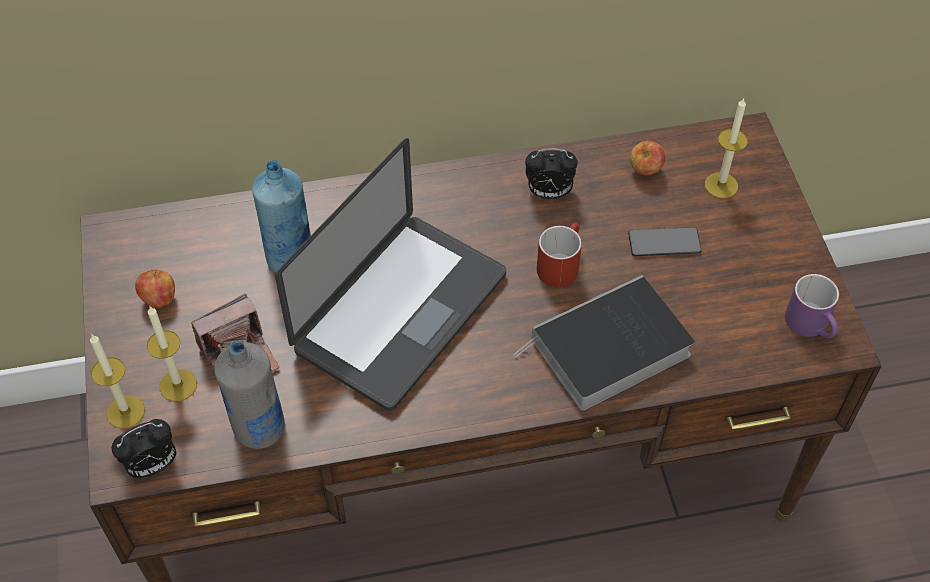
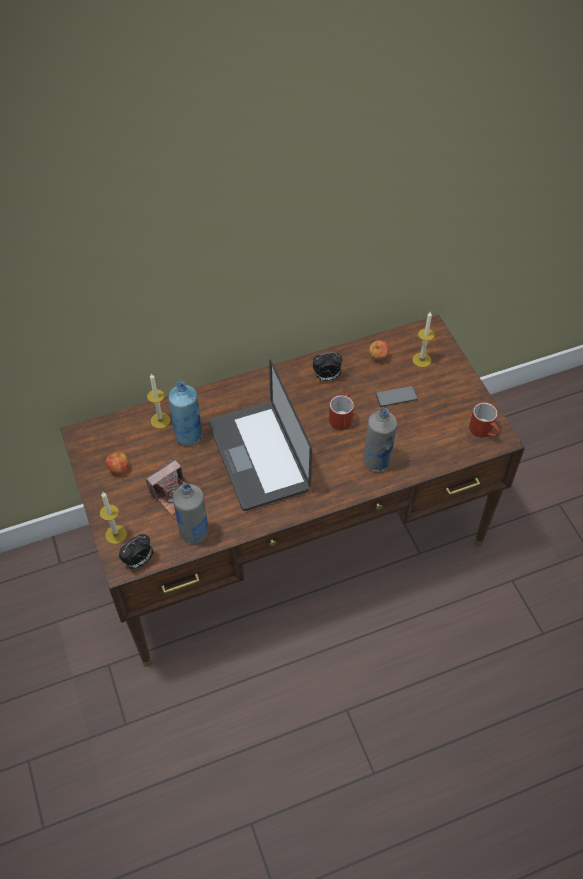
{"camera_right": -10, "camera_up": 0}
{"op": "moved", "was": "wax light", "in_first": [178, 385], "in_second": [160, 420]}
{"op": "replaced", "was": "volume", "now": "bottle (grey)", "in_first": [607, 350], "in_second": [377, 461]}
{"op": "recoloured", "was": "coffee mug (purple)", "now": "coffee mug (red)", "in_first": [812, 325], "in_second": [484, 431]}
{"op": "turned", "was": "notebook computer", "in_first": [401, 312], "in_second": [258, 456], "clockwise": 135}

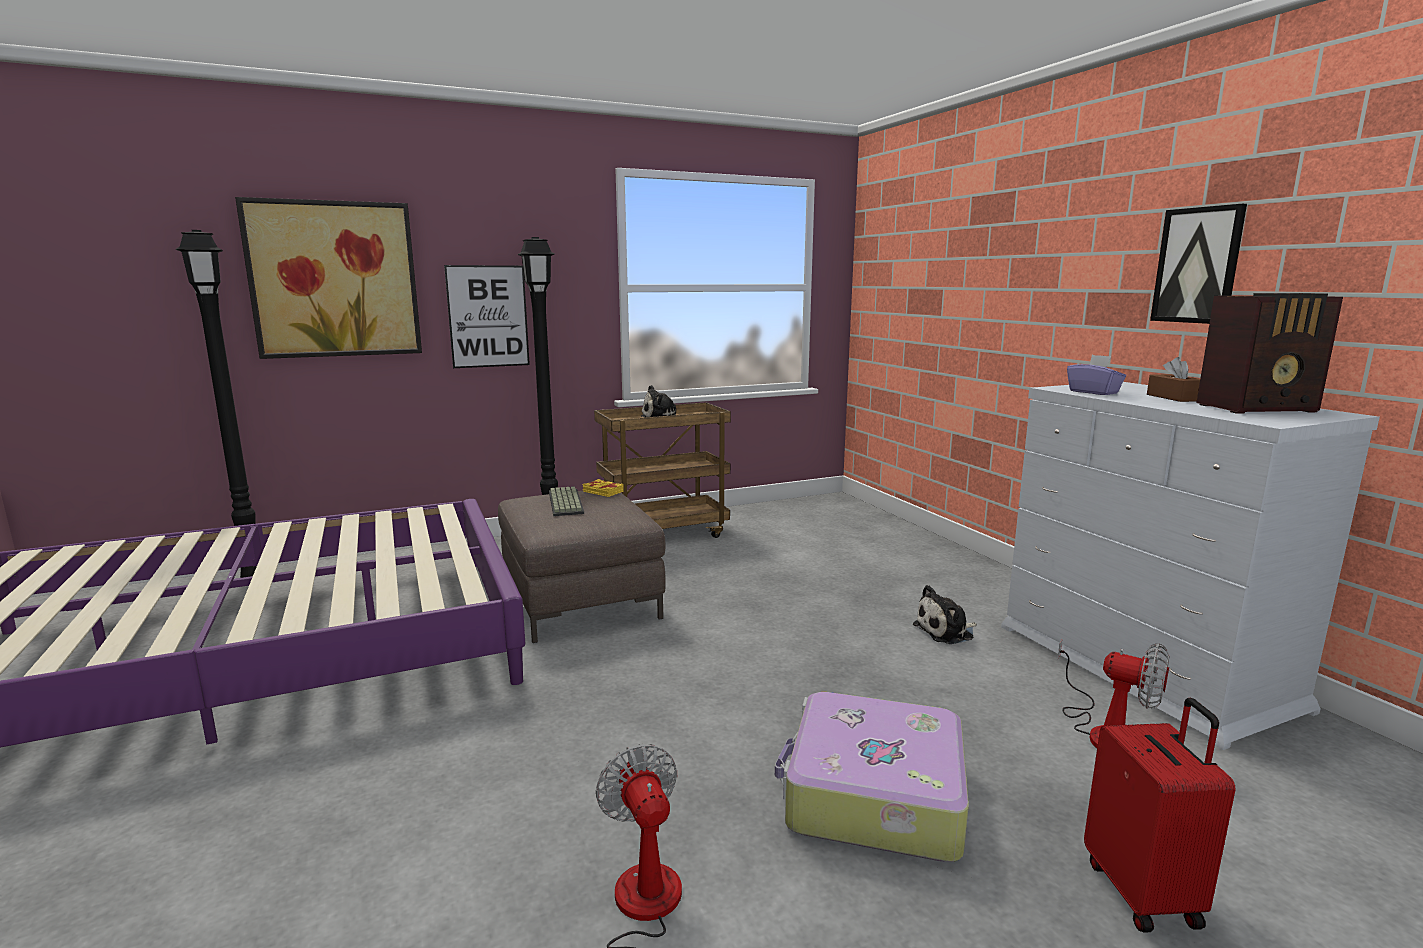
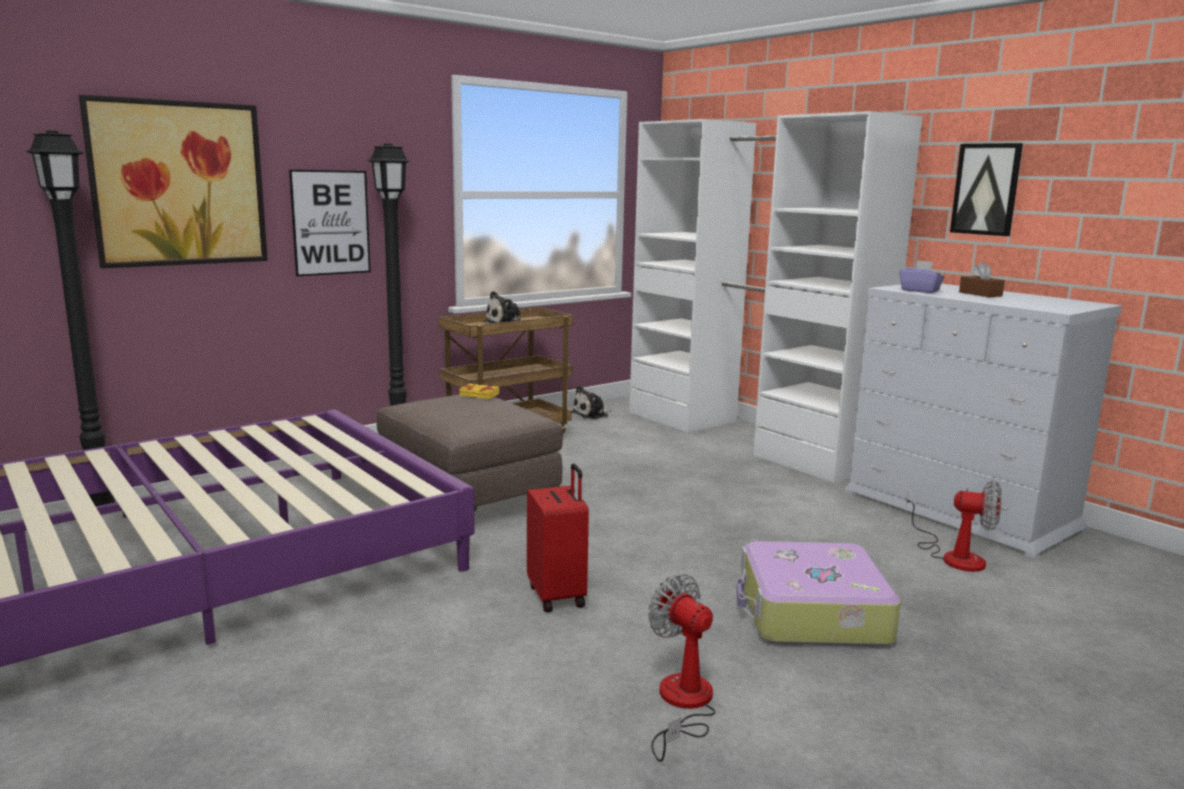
{"camera_right": -15, "camera_up": 0}
{"op": "removed", "was": "computer keyboard", "in_first": [564, 502]}
{"op": "removed", "was": "radio receiver", "in_first": [1259, 408]}
{"op": "added", "now": "wardrobe (white-coloured)", "in_second": [745, 437]}
{"op": "moved", "was": "plush toy", "in_first": [946, 631], "in_second": [592, 414]}
{"op": "moved", "was": "suitcase (red)", "in_first": [1144, 892], "in_second": [558, 596]}

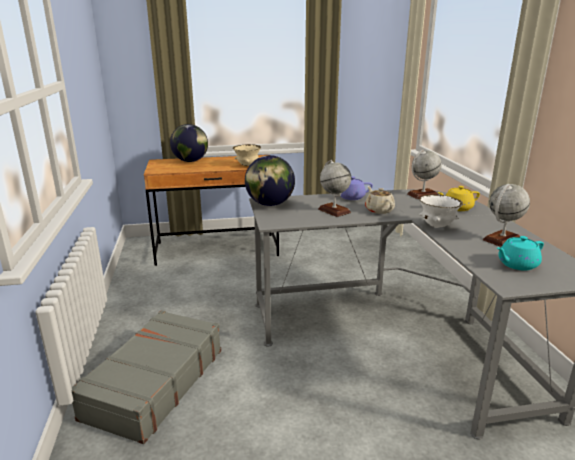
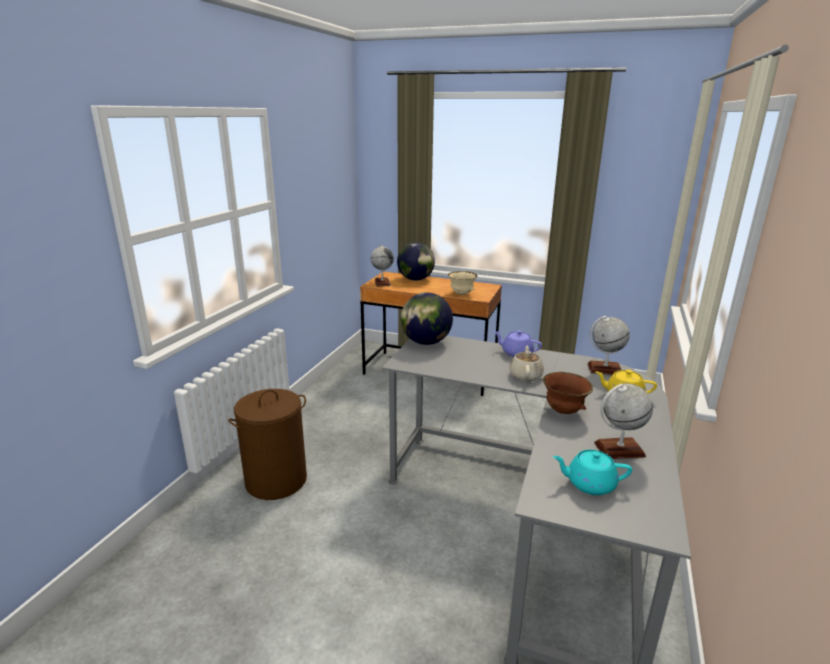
{"camera_right": 30, "camera_up": 0}
{"op": "moved", "was": "world globe", "in_first": [334, 211], "in_second": [382, 283]}
{"op": "replaced", "was": "suitcase (grey)", "now": "laundry basket (brownish)", "in_first": [154, 383], "in_second": [275, 481]}
{"op": "recoloured", "was": "deep dish (white-coloured)", "now": "deep dish (brownish)", "in_first": [437, 226], "in_second": [563, 411]}

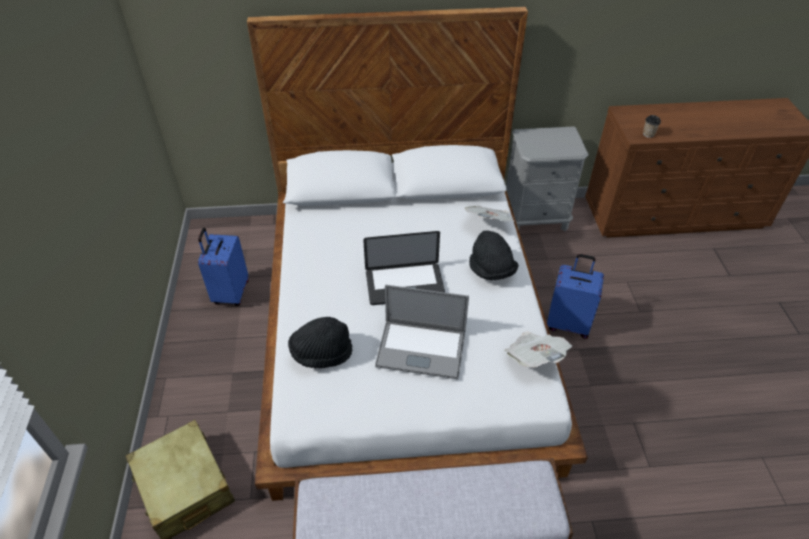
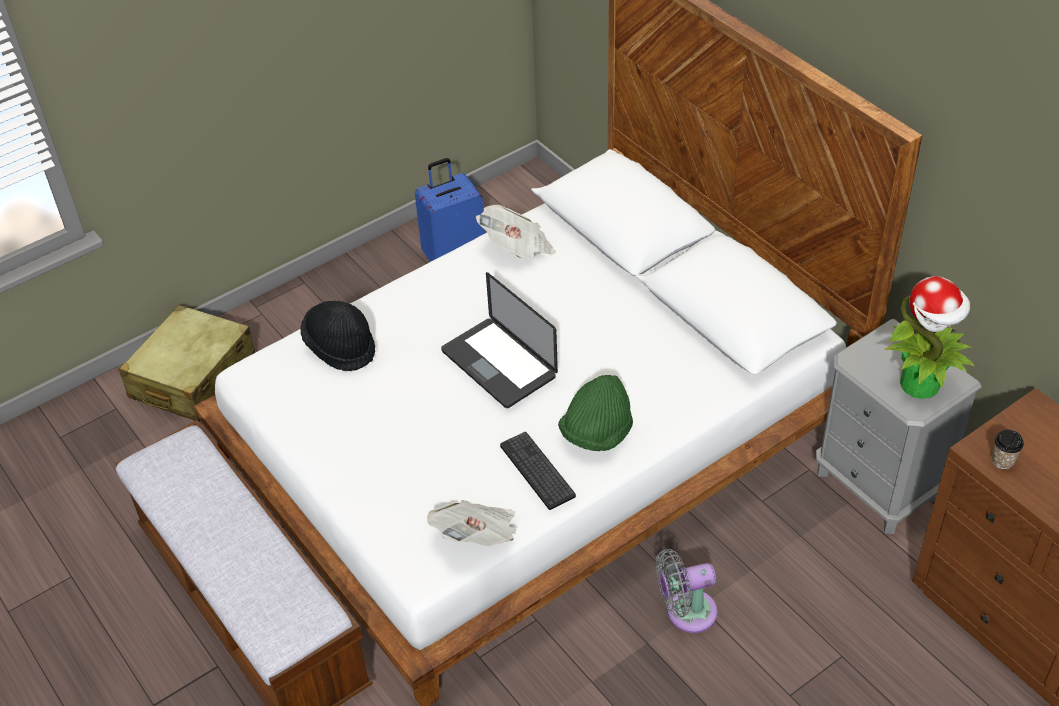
{"camera_right": 60, "camera_up": 0}
{"op": "removed", "was": "notebook computer", "in_first": [421, 349]}
{"op": "added", "now": "computer keyboard", "in_second": [537, 471]}
{"op": "added", "now": "plant in a pot", "in_second": [921, 385]}
{"op": "moved", "was": "newspaper", "in_first": [490, 223], "in_second": [517, 248]}
{"op": "replaced", "was": "suitcase (blue)", "now": "fan (grey)", "in_first": [568, 324], "in_second": [686, 613]}
{"op": "recoloured", "was": "wearable hat (black)", "now": "wearable hat (greenish)", "in_first": [491, 270], "in_second": [597, 433]}

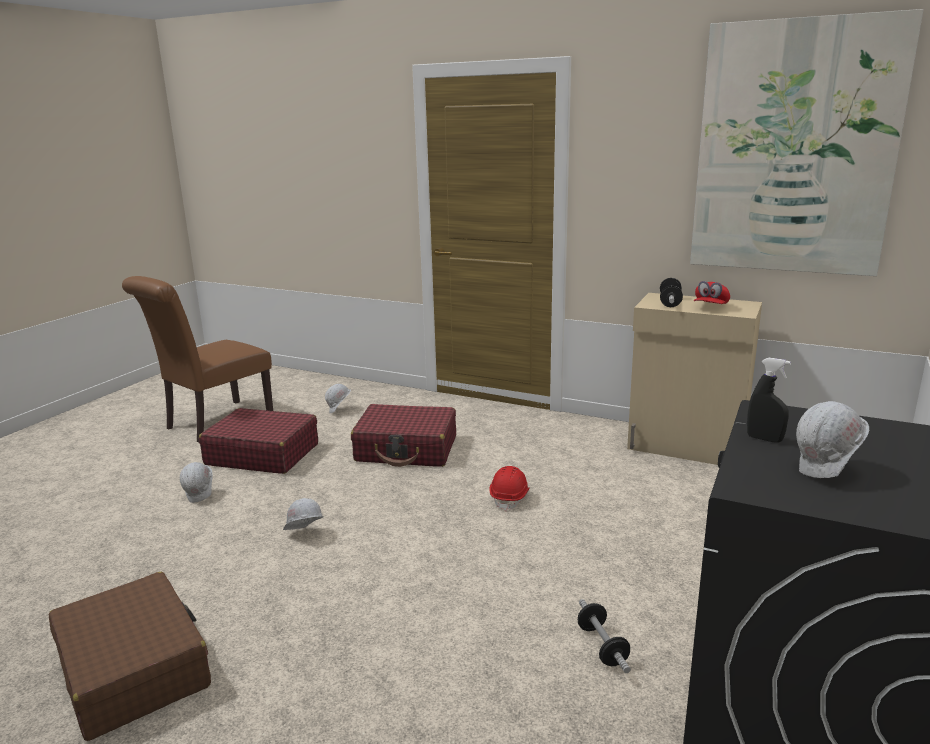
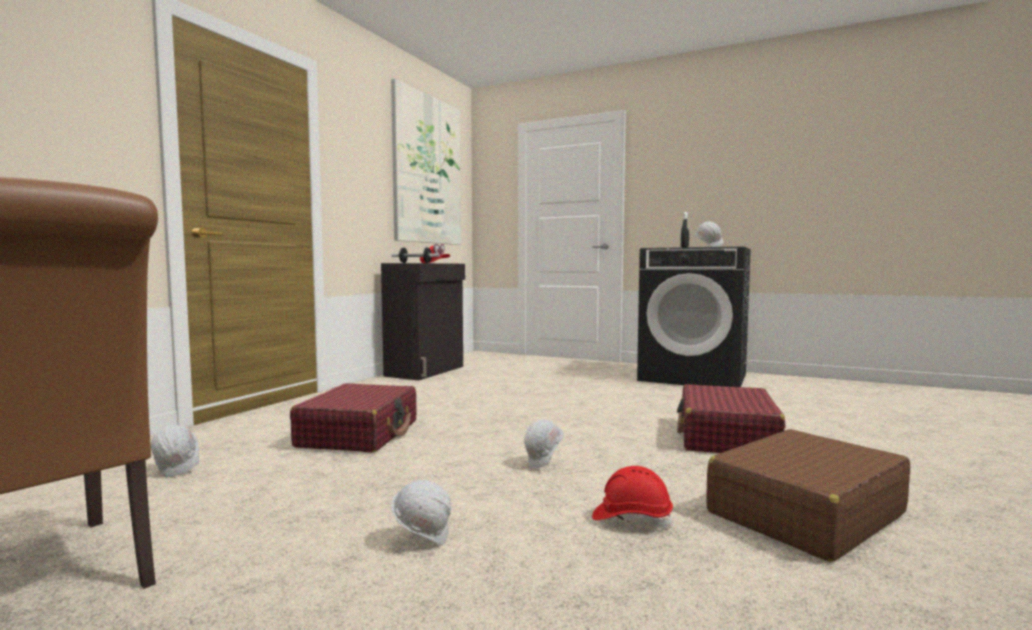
{"camera_right": -90, "camera_up": -15}
{"op": "removed", "was": "hand weight", "in_first": [602, 646]}
{"op": "moved", "was": "suitcase (red)", "in_first": [262, 454], "in_second": [726, 437]}
{"op": "moved", "was": "work helmet (red)", "in_first": [510, 497], "in_second": [631, 519]}
{"op": "recoloured", "was": "cupboard (sand-coloured)", "now": "cupboard (black)", "in_first": [686, 447], "in_second": [426, 371]}

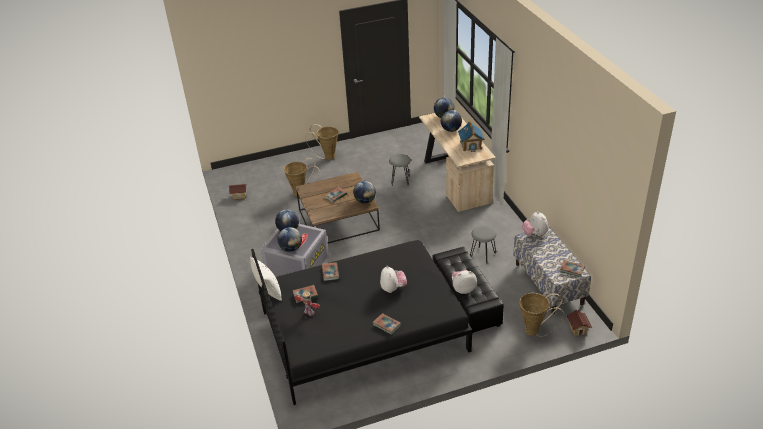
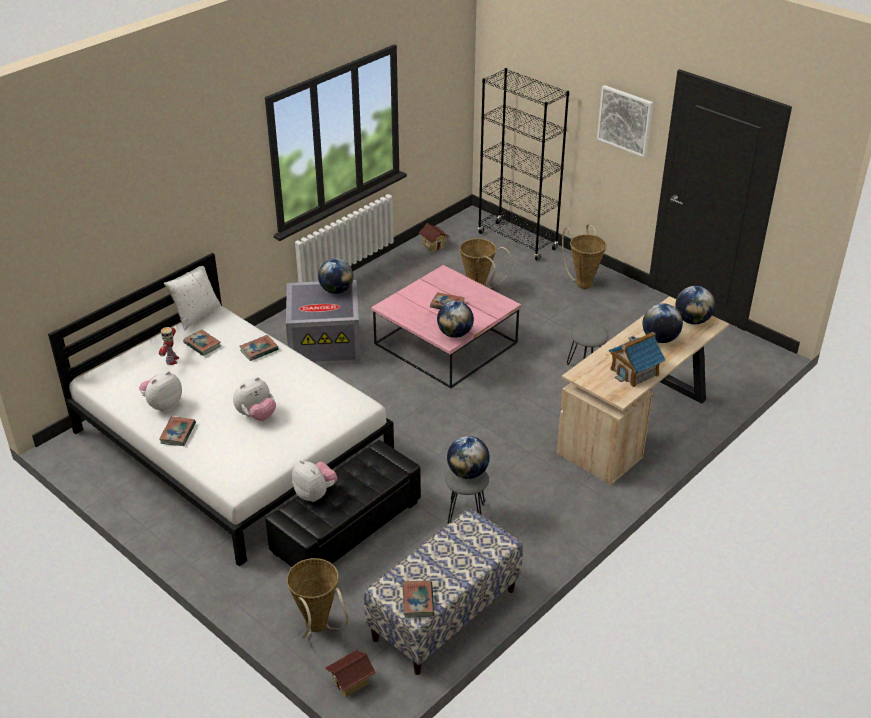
{"camera_right": 60, "camera_up": 0}
{"op": "added", "now": "bookshelf (black)", "in_second": [517, 241]}
{"op": "added", "now": "wall art", "in_second": [625, 120]}
{"op": "moved", "was": "world globe", "in_first": [291, 248], "in_second": [467, 473]}
{"op": "moved", "was": "plush toy", "in_first": [535, 234], "in_second": [163, 404]}
{"op": "recoloured", "was": "bed (black)", "now": "bed (white-coloured)", "in_first": [362, 330], "in_second": [232, 443]}
{"op": "recoloured", "was": "low table (brownish)", "now": "low table (pinkish)", "in_first": [337, 219], "in_second": [445, 342]}

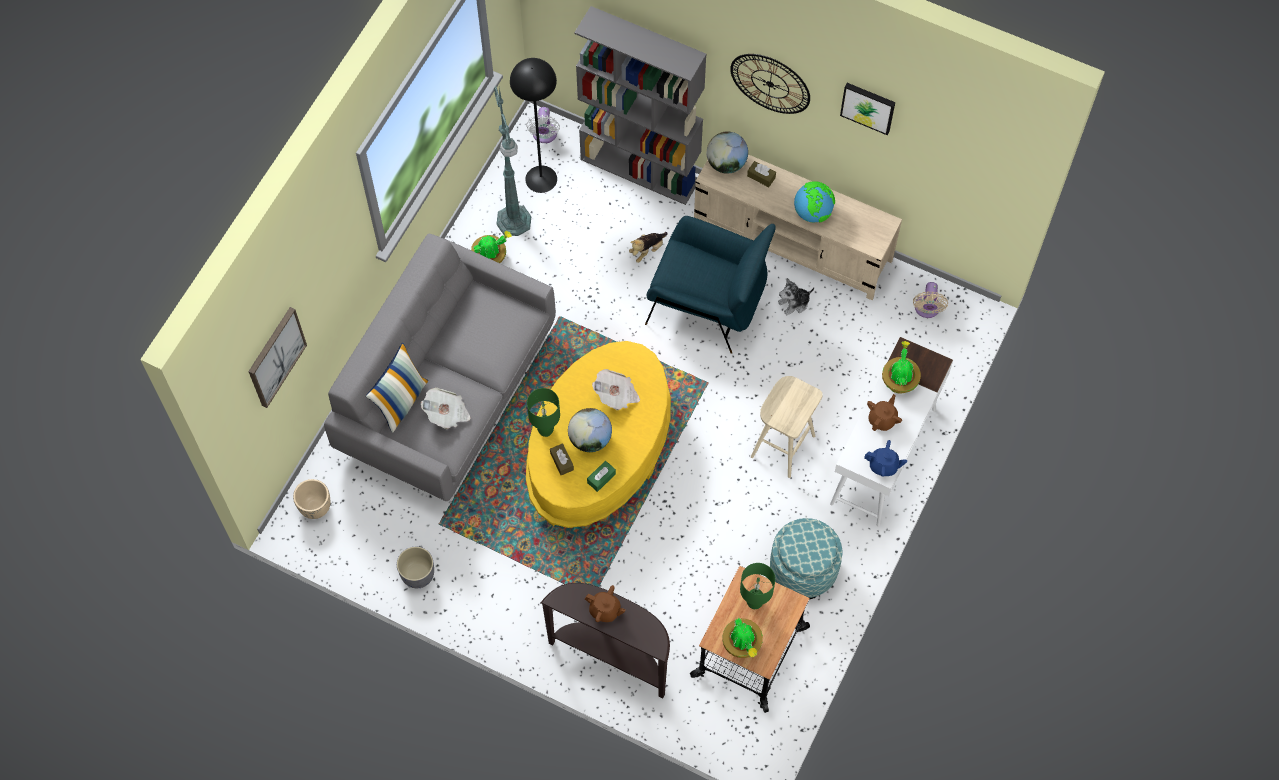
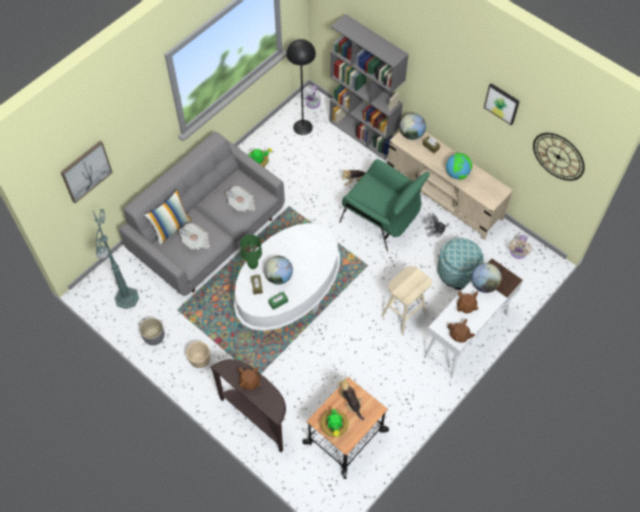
{"camera_right": 15, "camera_up": -5}
{"op": "moved", "was": "flower pot (sand-coloured)", "in_first": [315, 508], "in_second": [200, 361]}
{"op": "moved", "was": "floor lamp (greenish)", "in_first": [514, 222], "in_second": [126, 299]}
{"op": "moved", "was": "newspaper", "in_first": [616, 395], "in_second": [242, 204]}
{"op": "moved", "was": "wall clock", "in_first": [770, 83], "in_second": [558, 156]}
{"op": "moved", "was": "ottoman", "in_first": [803, 569], "in_second": [457, 272]}
{"op": "replaced", "was": "lamp for a table (greenish)", "now": "plush toy", "in_first": [755, 603], "in_second": [351, 403]}
{"op": "replaced", "was": "plant in a pot", "now": "world globe", "in_first": [899, 380], "in_second": [484, 284]}
{"op": "recoloured", "was": "low table (yellow)", "now": "low table (white-coloured)", "in_first": [599, 452], "in_second": [288, 290]}
{"op": "recoloured", "was": "lounge chair (blue)", "now": "lounge chair (greenish)", "in_first": [707, 304], "in_second": [381, 219]}
{"op": "recoloured", "was": "pot for tea (blue)", "now": "pot for tea (brownish)", "in_first": [883, 466], "in_second": [459, 335]}

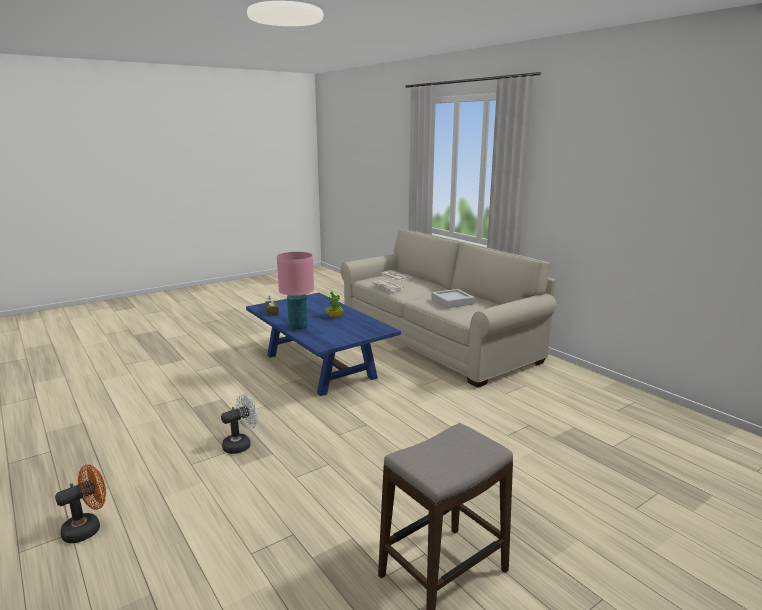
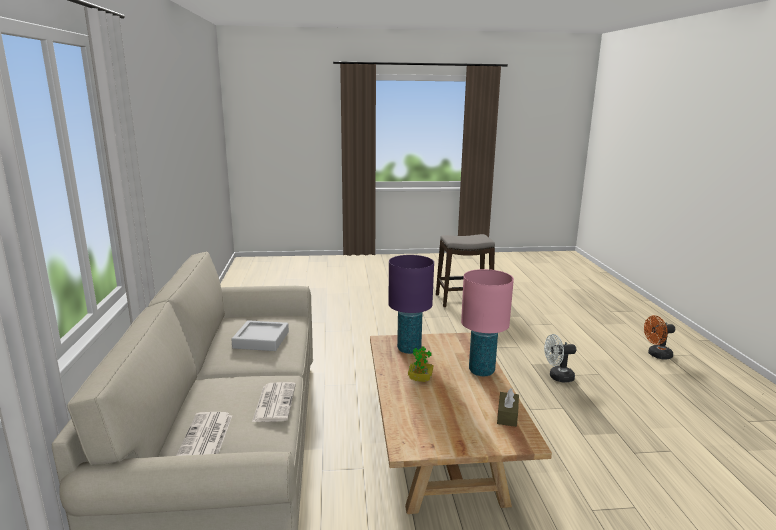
{"camera_right": -150, "camera_up": 0}
{"op": "added", "now": "lamp for a table (purple)", "in_second": [409, 349]}
{"op": "recoloured", "was": "low table (blue)", "now": "low table (sand-coloured)", "in_first": [320, 366], "in_second": [440, 450]}

